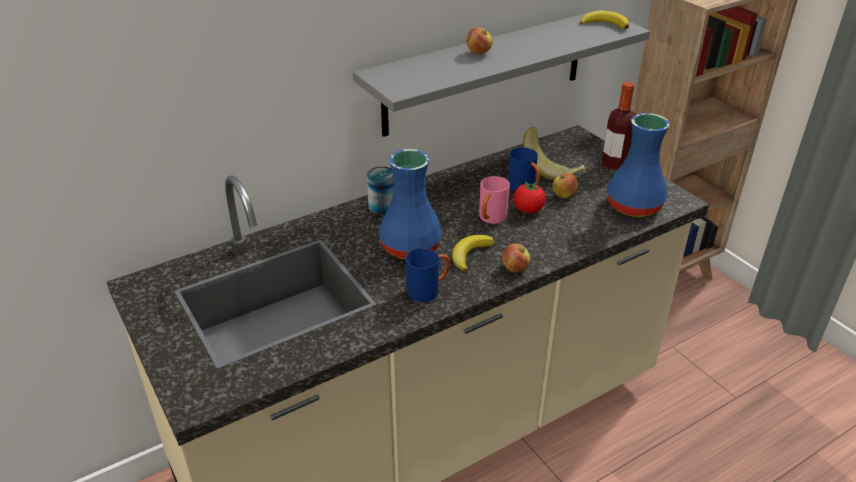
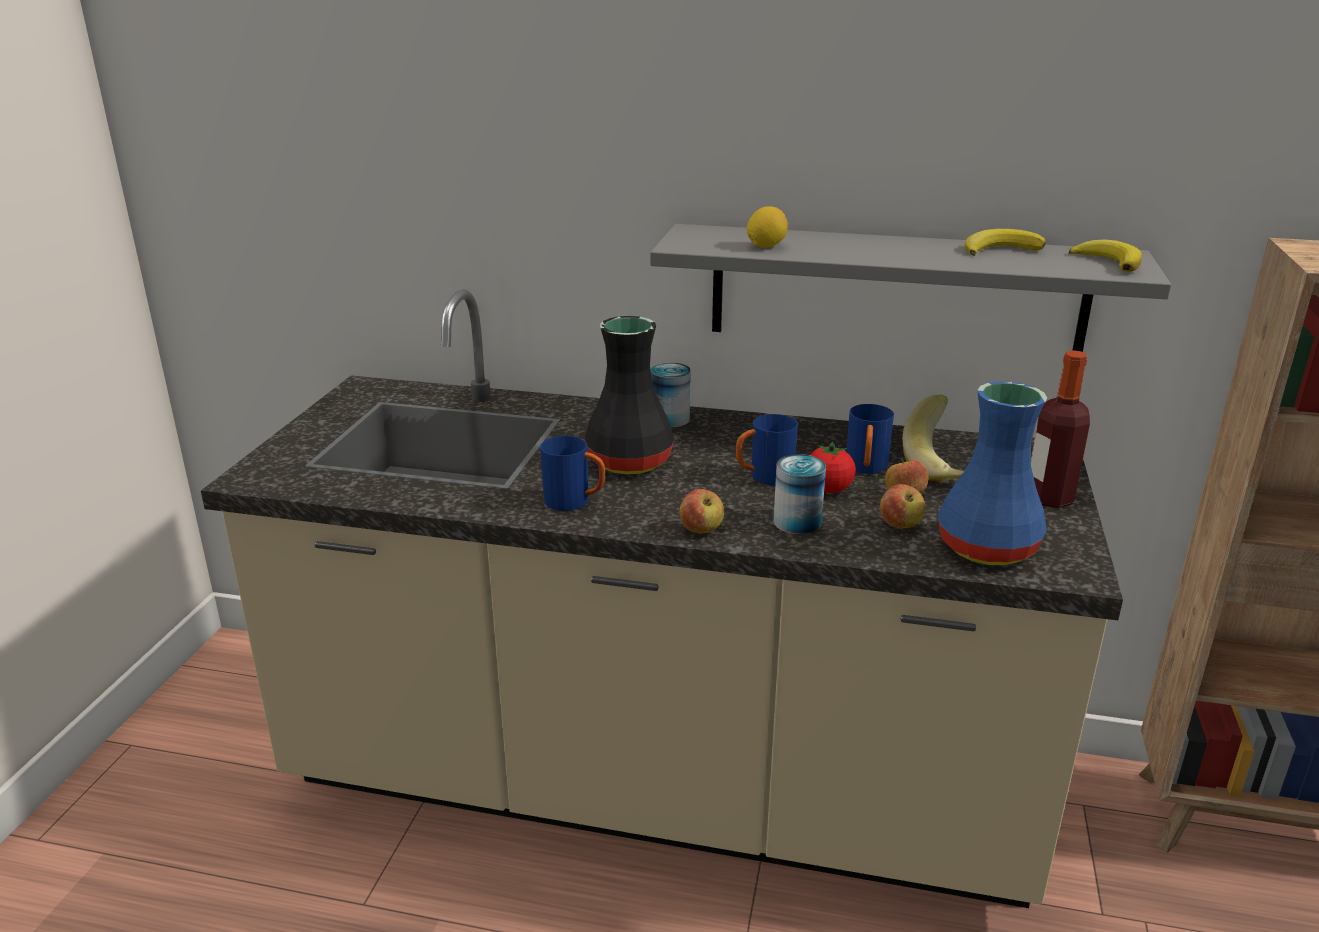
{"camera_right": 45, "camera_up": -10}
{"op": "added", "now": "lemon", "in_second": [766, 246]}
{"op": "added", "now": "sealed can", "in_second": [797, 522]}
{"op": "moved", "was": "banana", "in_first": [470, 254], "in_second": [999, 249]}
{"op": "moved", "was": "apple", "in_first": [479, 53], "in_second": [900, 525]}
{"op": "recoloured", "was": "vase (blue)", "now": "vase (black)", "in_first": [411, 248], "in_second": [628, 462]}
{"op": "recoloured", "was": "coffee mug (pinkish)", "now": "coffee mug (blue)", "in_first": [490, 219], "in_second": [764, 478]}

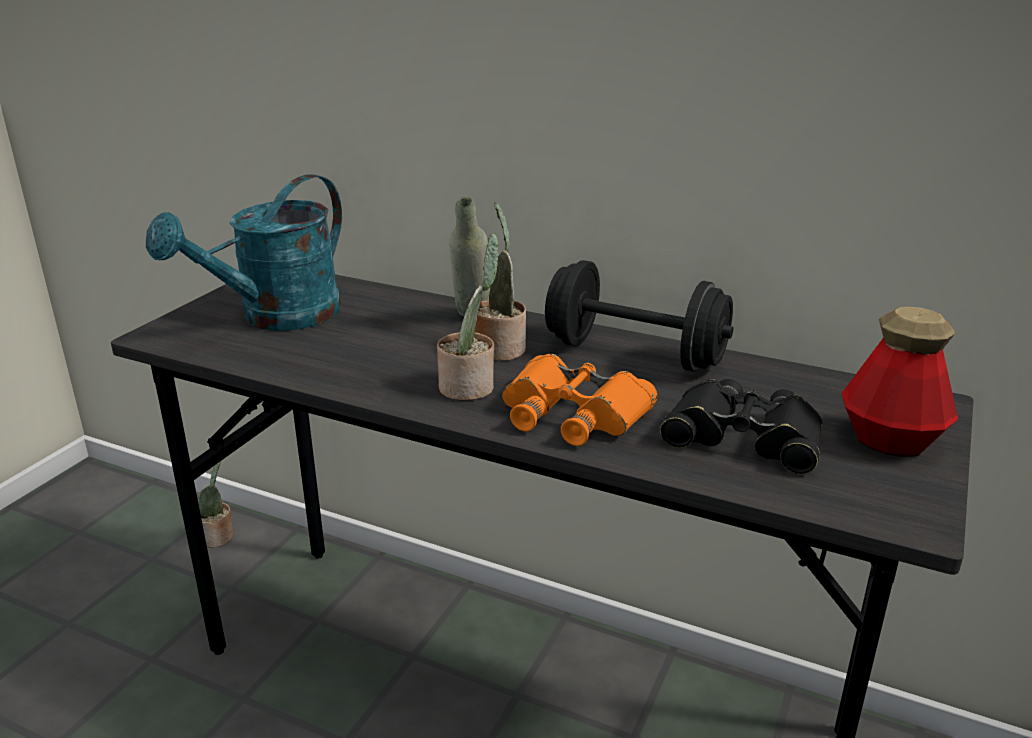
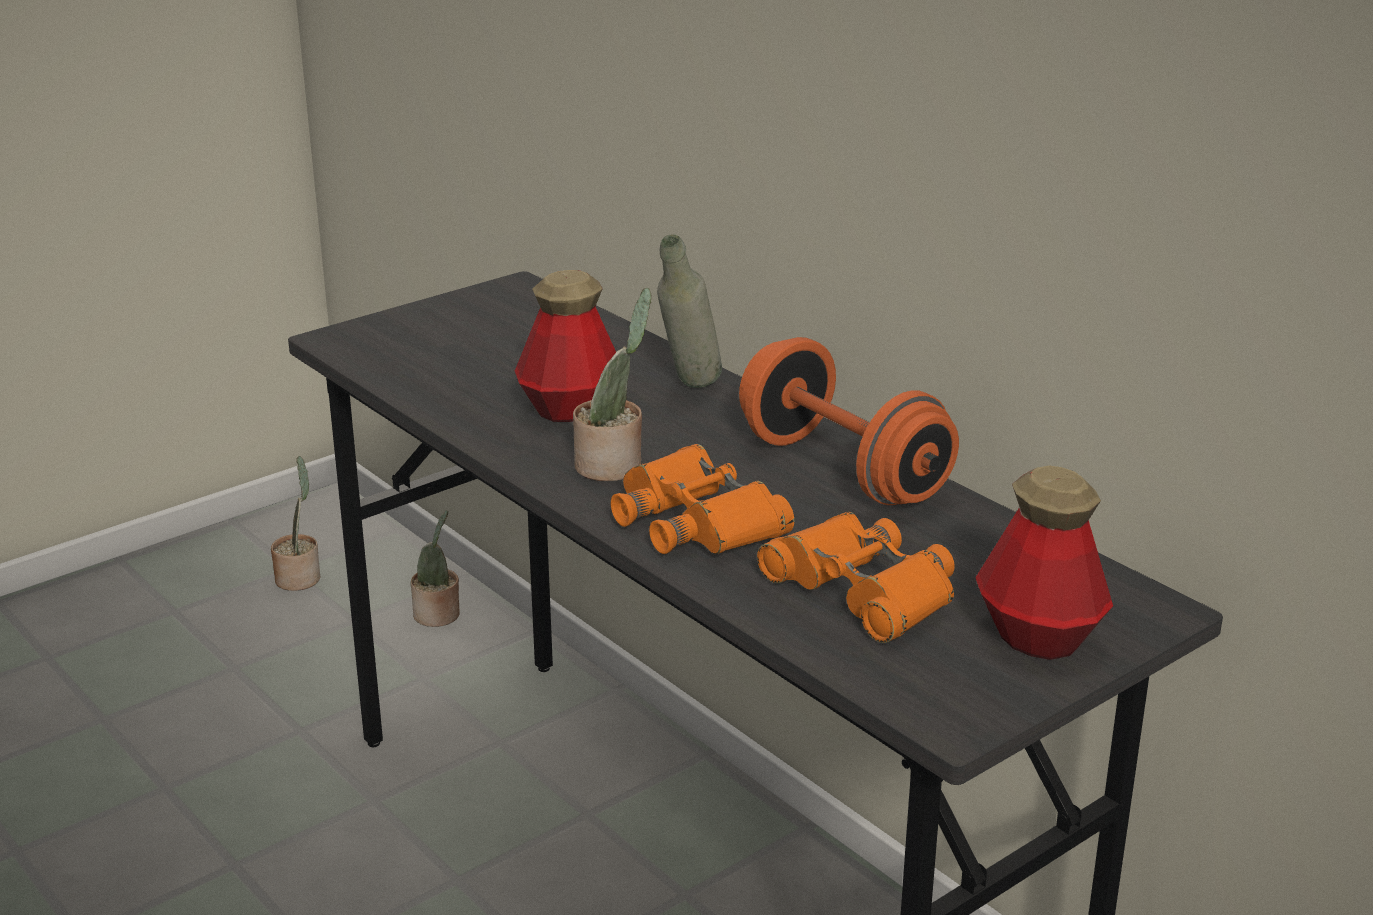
{"camera_right": 25, "camera_up": 0}
{"op": "removed", "was": "watering can (blue-green)", "in_first": [277, 318]}
{"op": "added", "now": "bottle", "in_second": [570, 408]}
{"op": "moved", "was": "plant in a pot", "in_first": [500, 348], "in_second": [300, 577]}
{"op": "recoloured", "was": "hand weight (black)", "now": "hand weight (orangey)", "in_first": [635, 354], "in_second": [843, 470]}
{"op": "recoloured", "was": "binoculars (black)", "now": "binoculars (orangey)", "in_first": [743, 437], "in_second": [862, 590]}

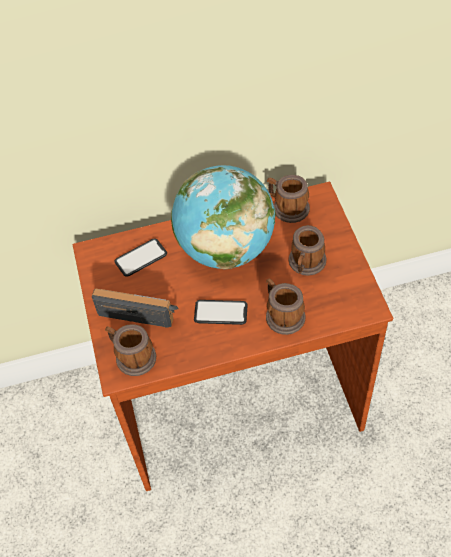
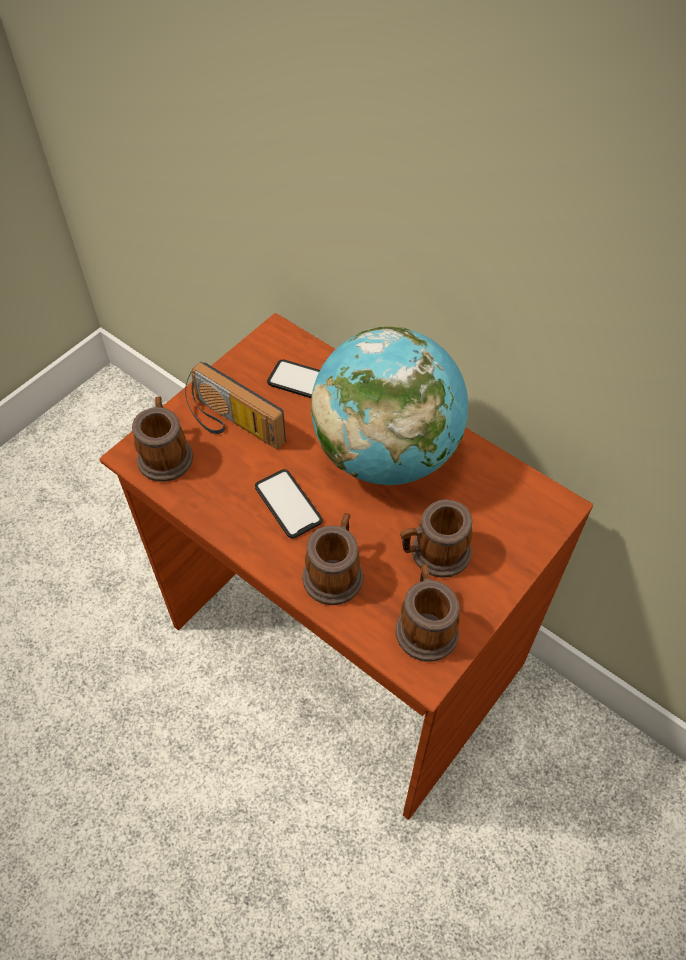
{"camera_right": 50, "camera_up": 0}
{"op": "moved", "was": "coffee mug", "in_first": [287, 207], "in_second": [425, 625]}
{"op": "turned", "was": "radio receiver", "in_first": [140, 311], "in_second": [231, 425], "clockwise": 150}

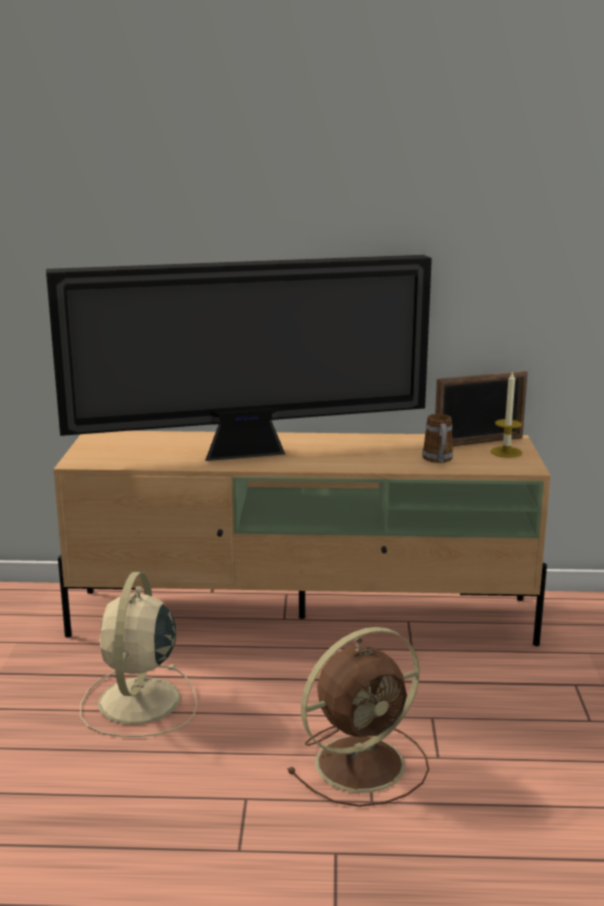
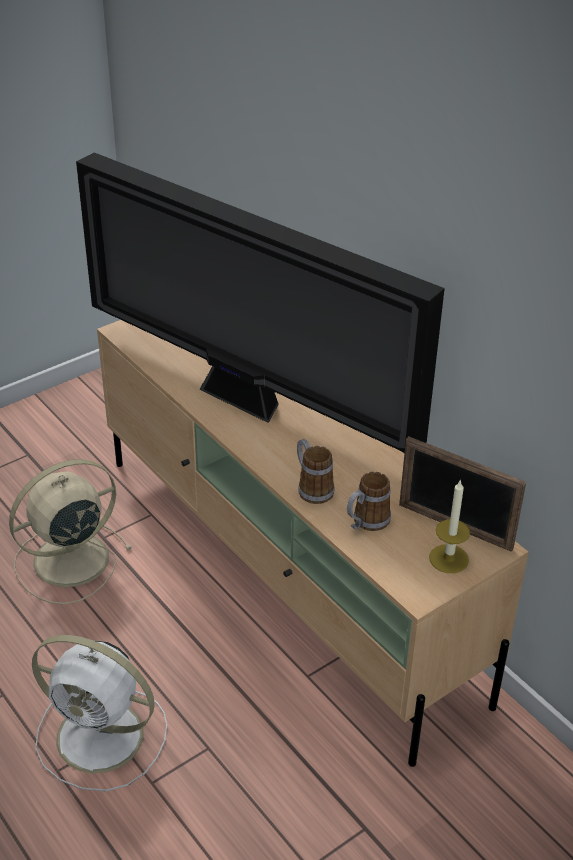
{"camera_right": 50, "camera_up": 20}
{"op": "added", "now": "coffee mug", "in_second": [311, 488]}
{"op": "recoloured", "was": "fan (brownish)", "now": "fan (white-coloured)", "in_first": [363, 762], "in_second": [104, 737]}

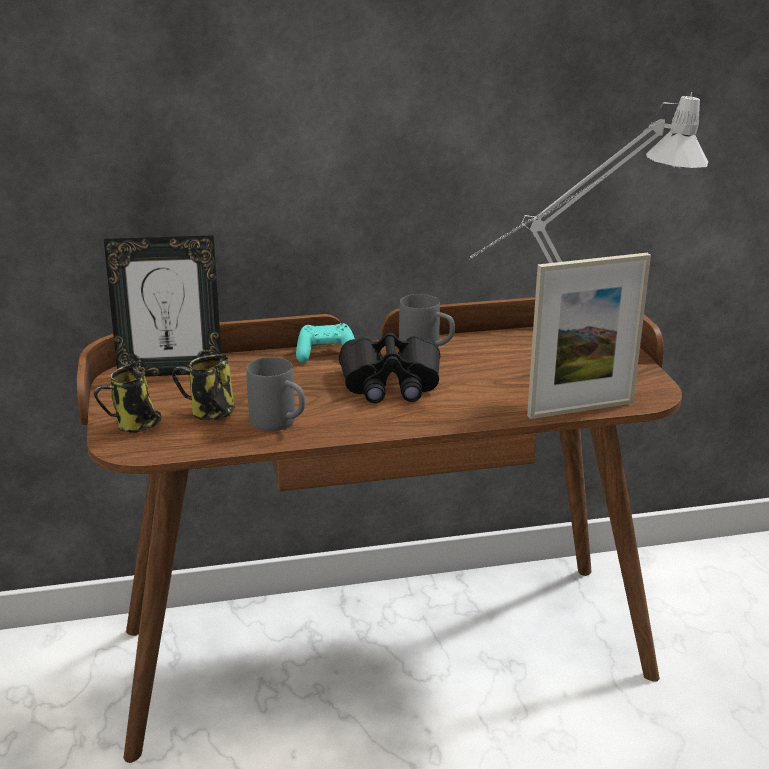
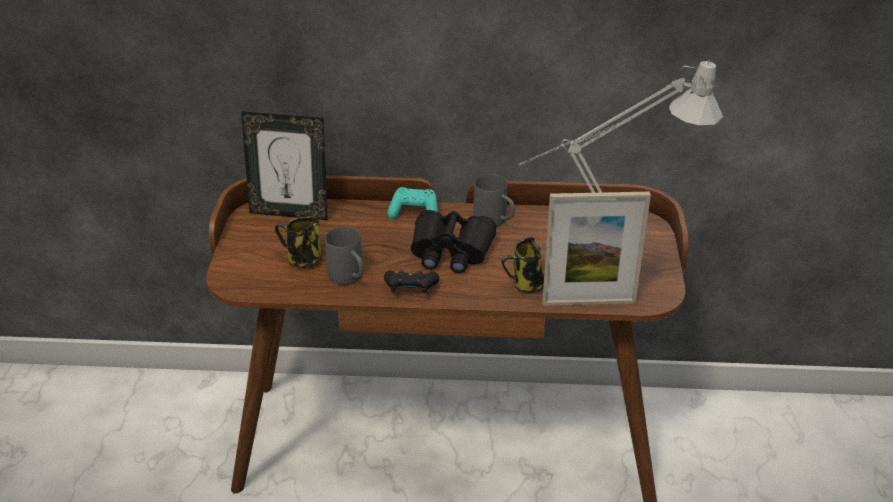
{"camera_right": 15, "camera_up": 10}
{"op": "added", "now": "gamepad (black)", "in_second": [410, 290]}
{"op": "moved", "was": "coffee mug", "in_first": [134, 426], "in_second": [526, 285]}

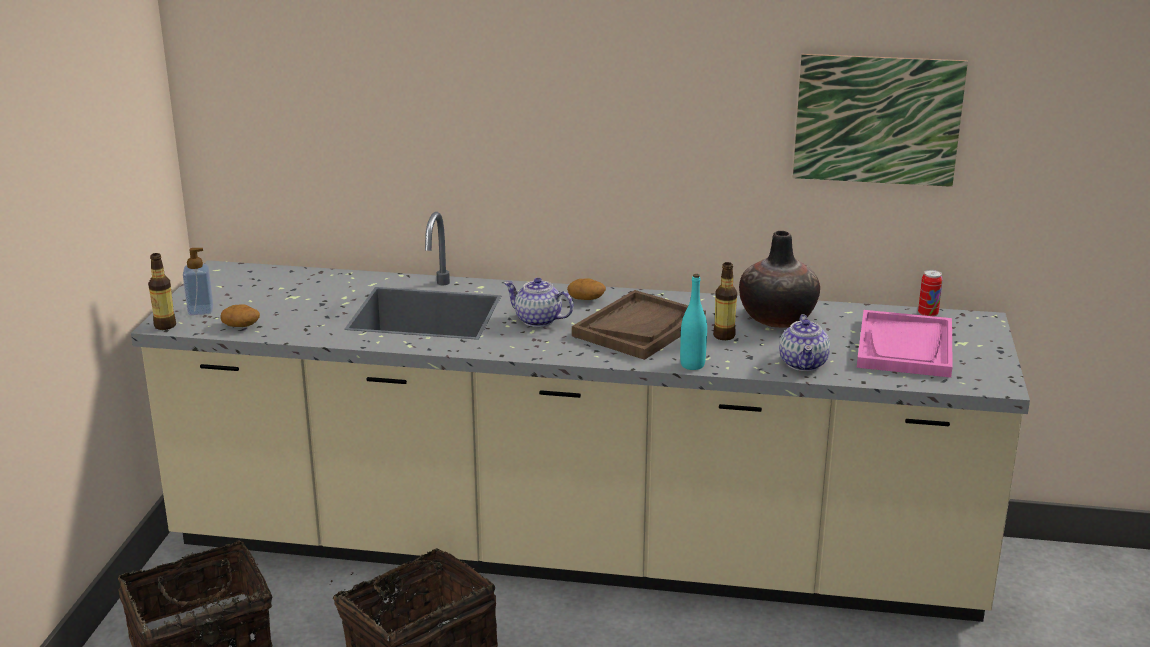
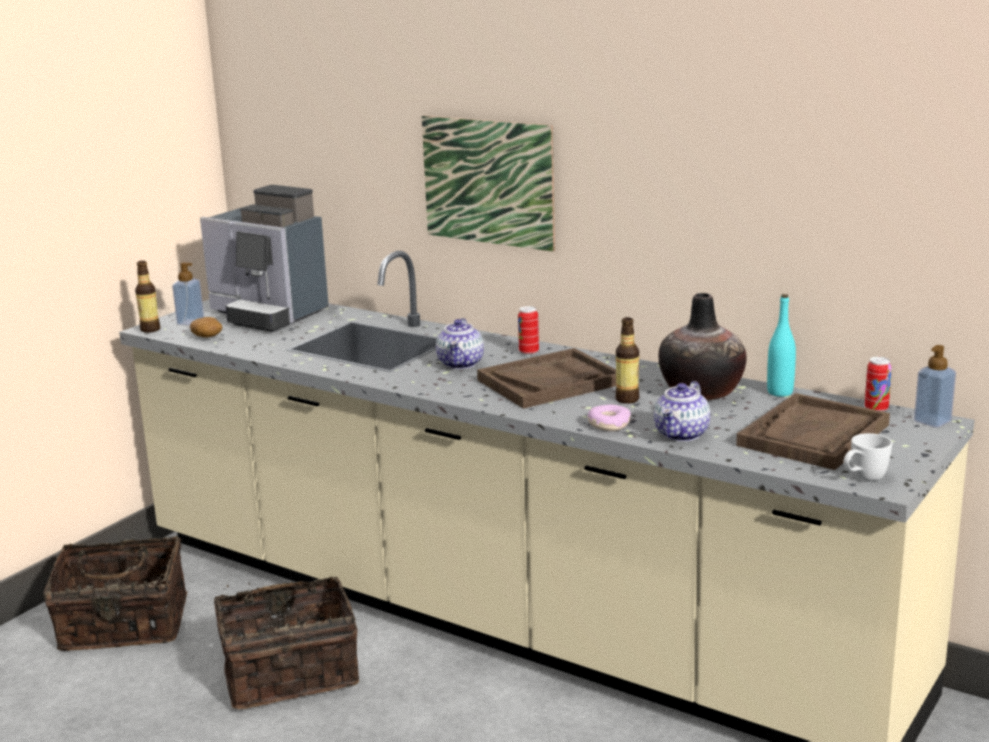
{"camera_right": 25, "camera_up": -5}
{"op": "added", "now": "coffee maker", "in_second": [268, 314]}
{"op": "added", "now": "ring doughnut", "in_second": [609, 424]}
{"op": "added", "now": "coffee mug (white-coloured)", "in_second": [863, 479]}
{"op": "added", "now": "liquid soap bottle", "in_second": [932, 421]}
{"op": "moved", "was": "bottle (blue-green)", "in_first": [692, 365], "in_second": [780, 392]}
{"op": "moved", "was": "wall art", "in_first": [877, 120], "in_second": [488, 182]}
{"op": "replaced", "was": "potato", "now": "sealed can", "in_first": [586, 299], "in_second": [529, 352]}
{"op": "recoloured", "was": "tray (pinkish)", "now": "tray (brownish)", "in_first": [905, 347], "in_second": [813, 435]}
{"op": "turned", "was": "pot for tea", "in_first": [537, 320], "in_second": [461, 364], "clockwise": -135}

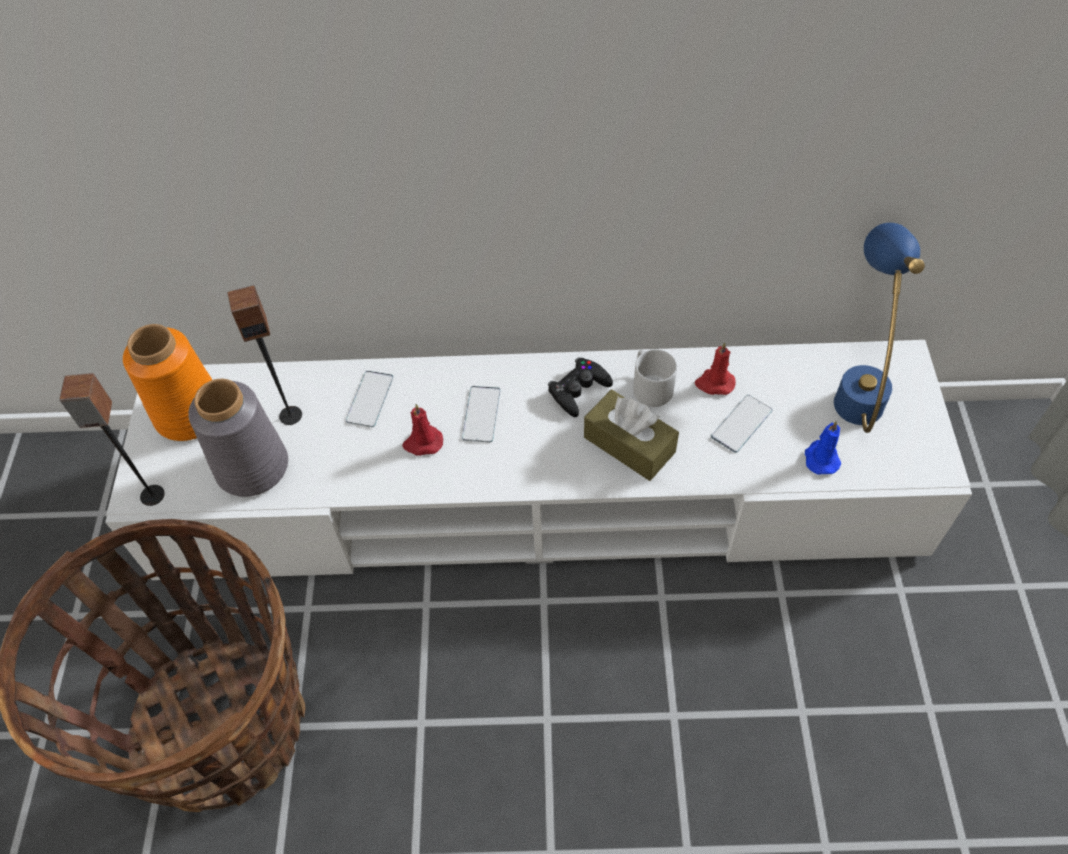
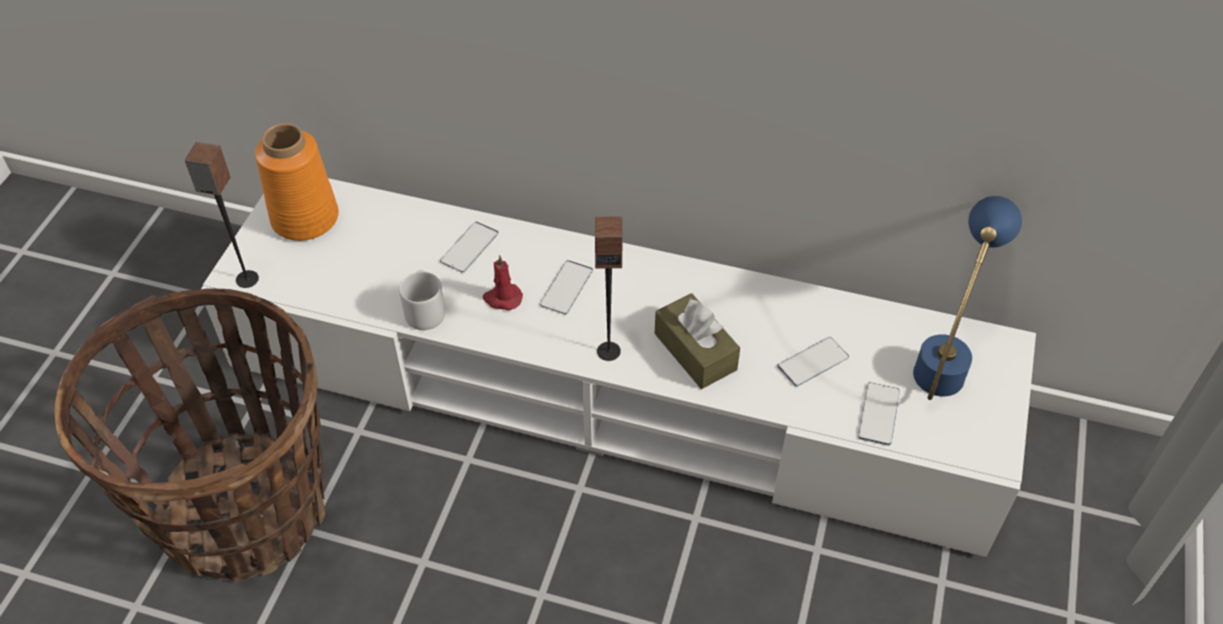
{"camera_right": 15, "camera_up": -5}
{"op": "removed", "was": "vase (grey)", "in_first": [252, 468]}
{"op": "removed", "was": "gamepad (black)", "in_first": [578, 390]}
{"op": "removed", "was": "wax light (red)", "in_first": [714, 383]}
{"op": "moved", "was": "loudspeaker", "in_first": [290, 415], "in_second": [608, 351]}
{"op": "moved", "was": "coffee mug (grey)", "in_first": [650, 387], "in_second": [425, 310]}
{"op": "replaced", "was": "wax light (blue)", "now": "handset", "in_first": [820, 458], "in_second": [878, 414]}

